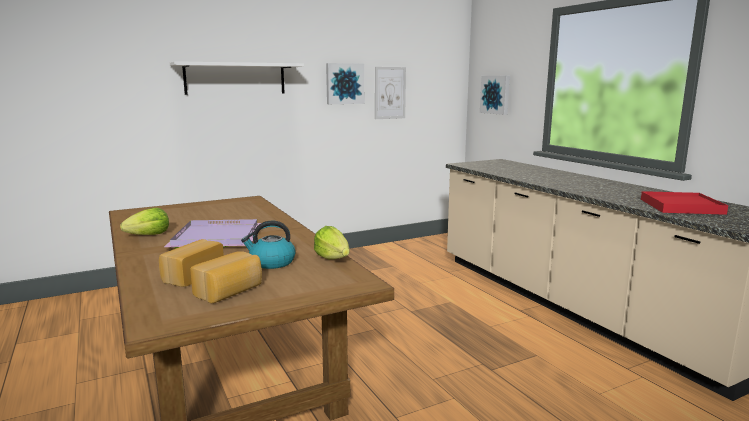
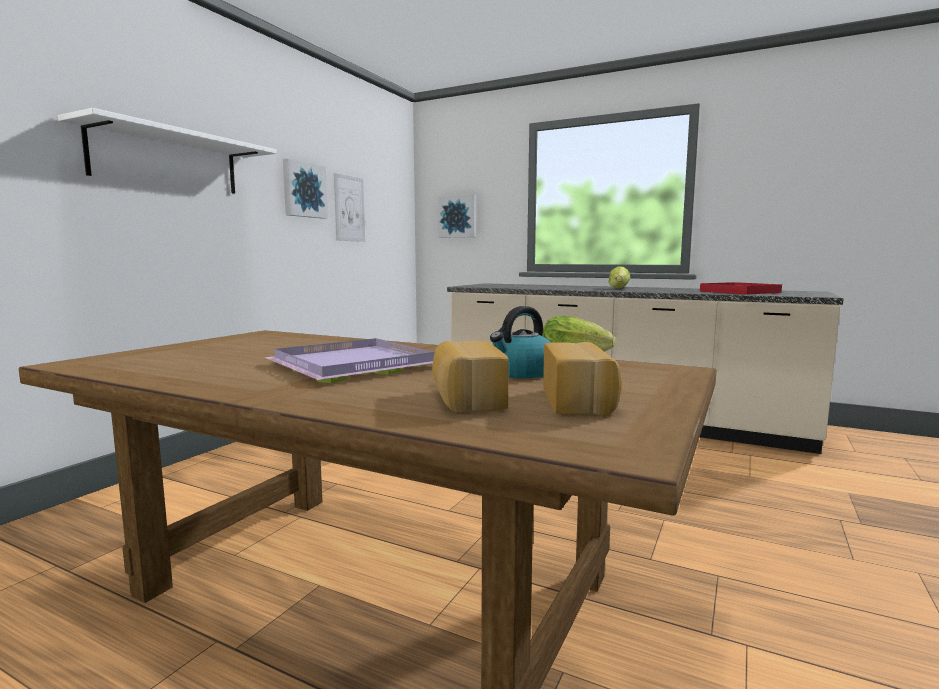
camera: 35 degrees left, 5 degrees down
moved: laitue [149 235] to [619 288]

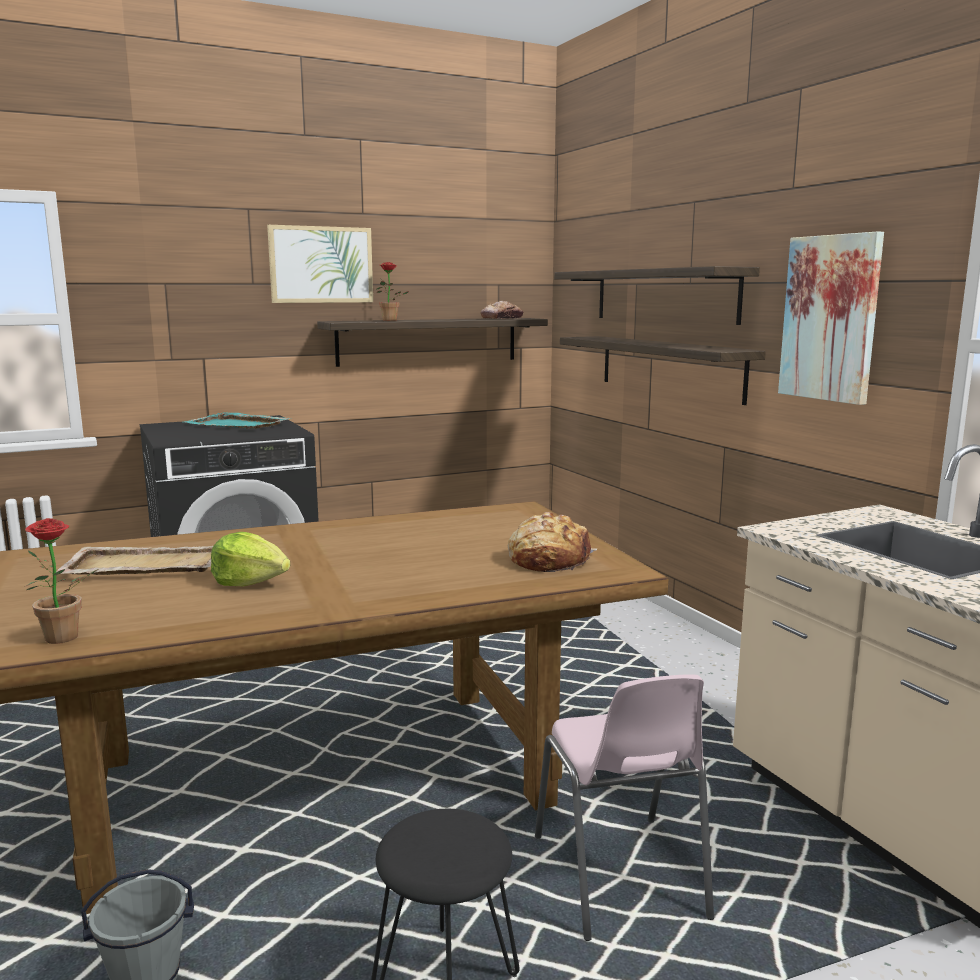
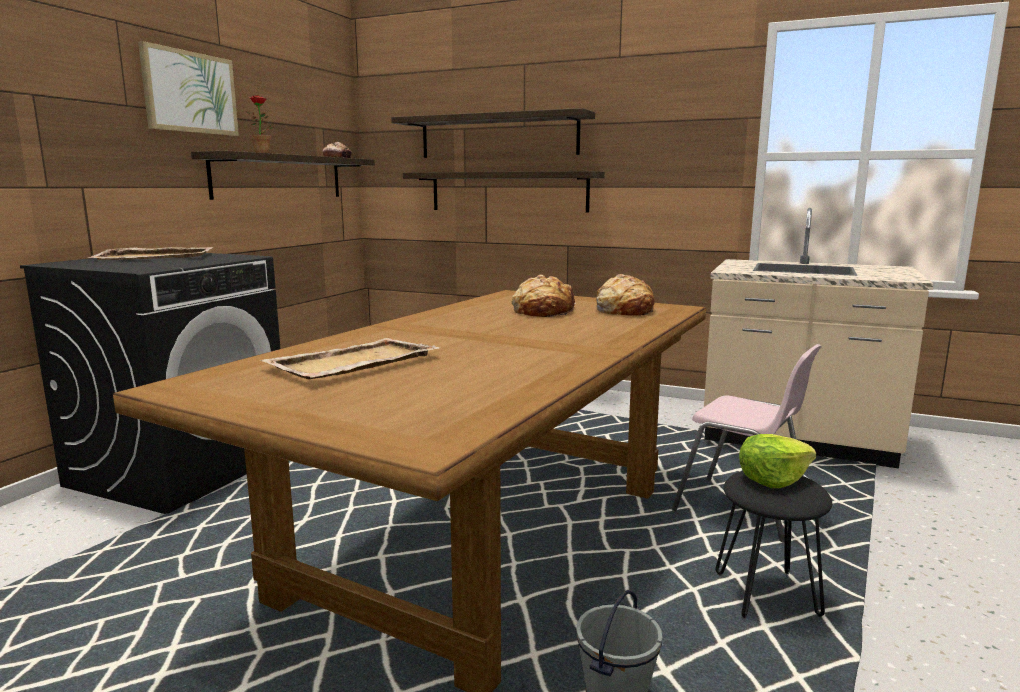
camera: 40 degrees left, 0 degrees up
removed: tableau [830 318]; plante en pot [63 640]
added: pain [543 311]
moved: laitue [250 582] to [773 479]
recoloured: plateau (turquoise) [238 424] to plateau (beige) [156 257]

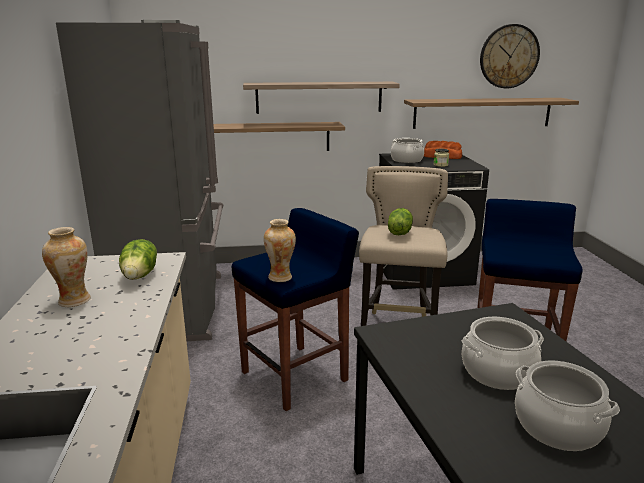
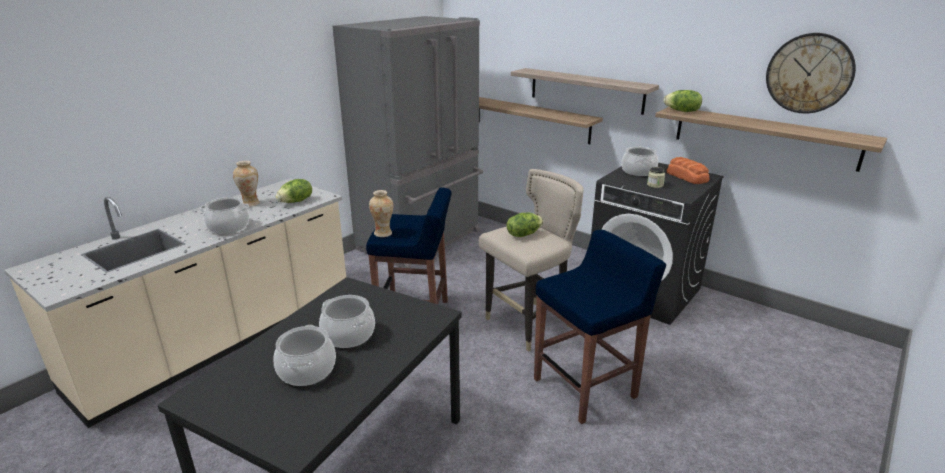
camera: 45 degrees right, 5 degrees up
added: laitue [682 111]; marmite [228 227]

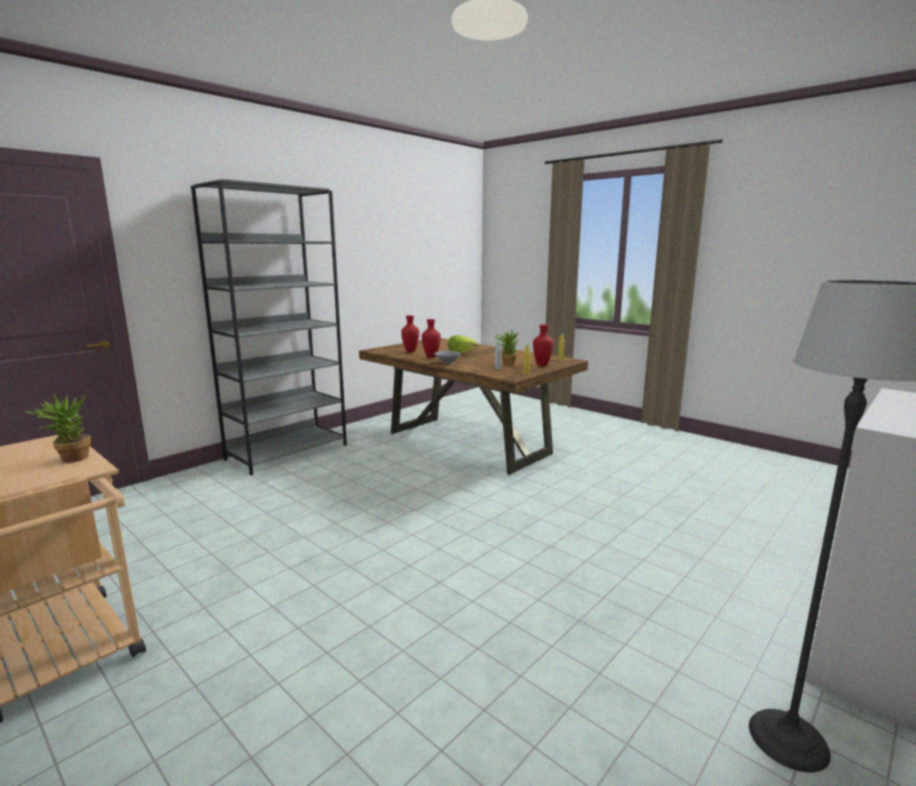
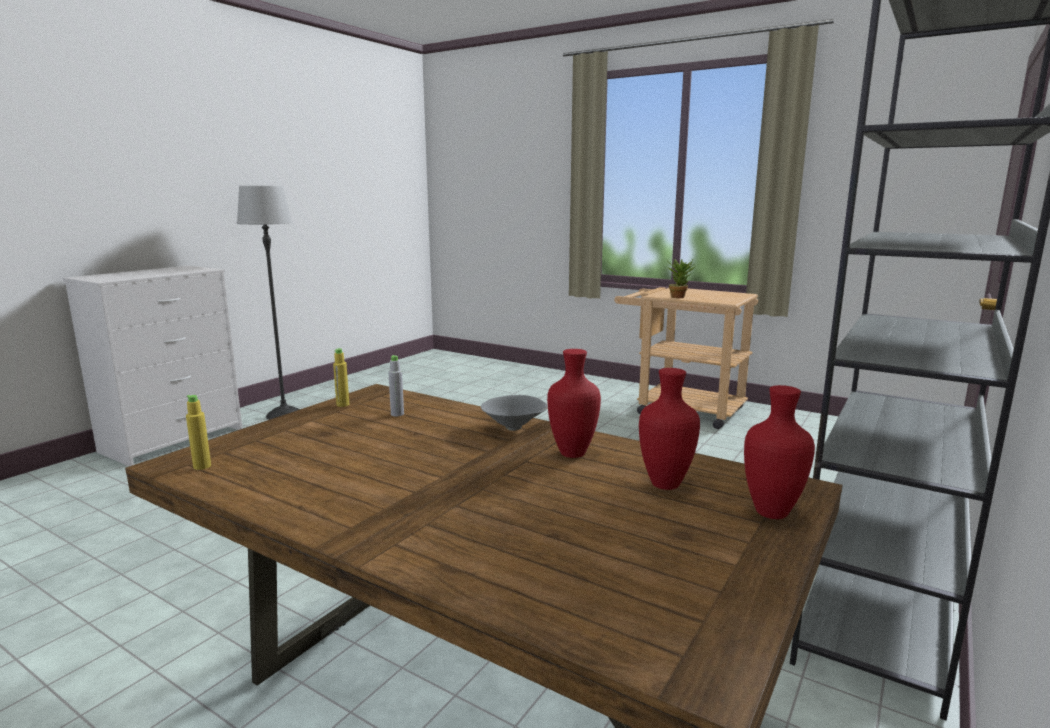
camera: 170 degrees right, 0 degrees up
removed: plante en pot [506 363]; laitue [461 353]
moved: vase (rouge) [542 365] to [772 514]

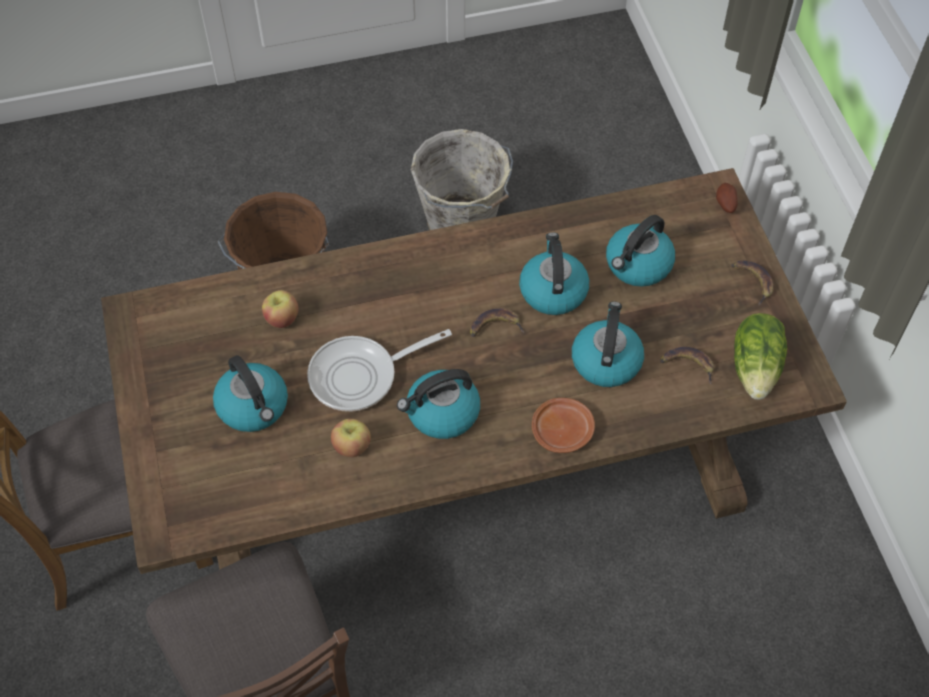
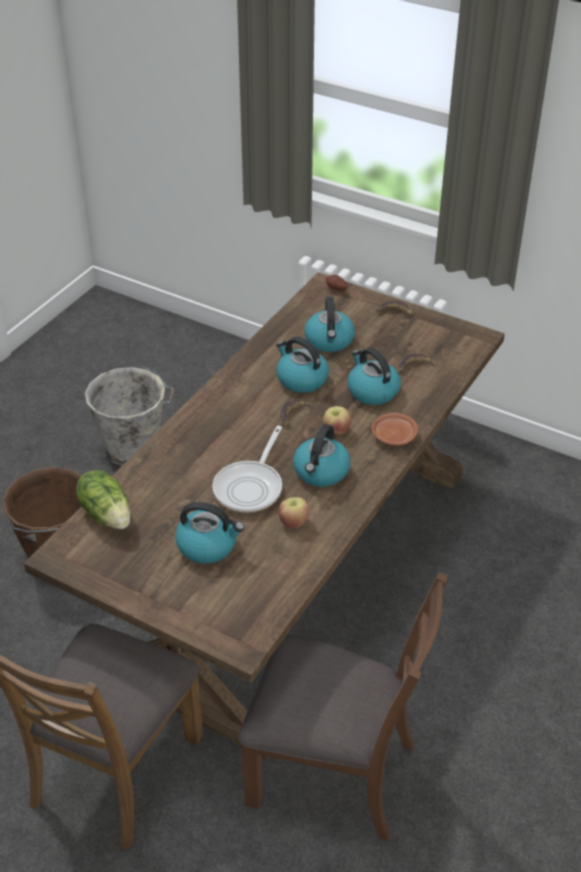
camera: 45 degrees left, 15 degrees down
moved: pomme [282 318] to [336 430]; laitue [756 368] to [107 514]

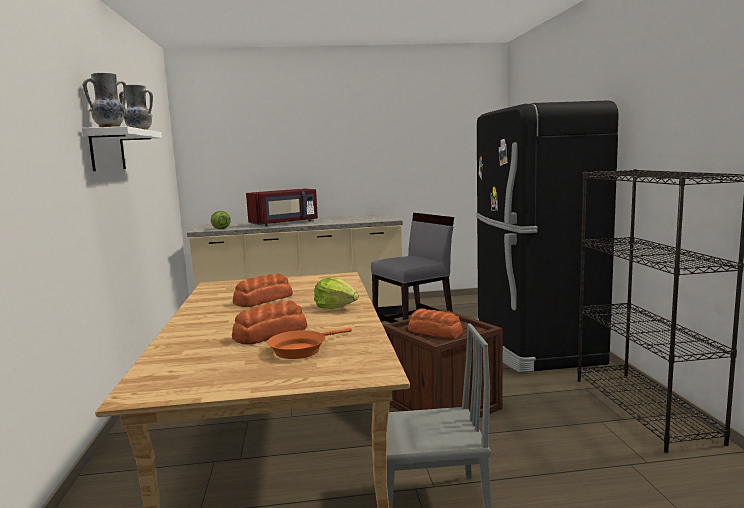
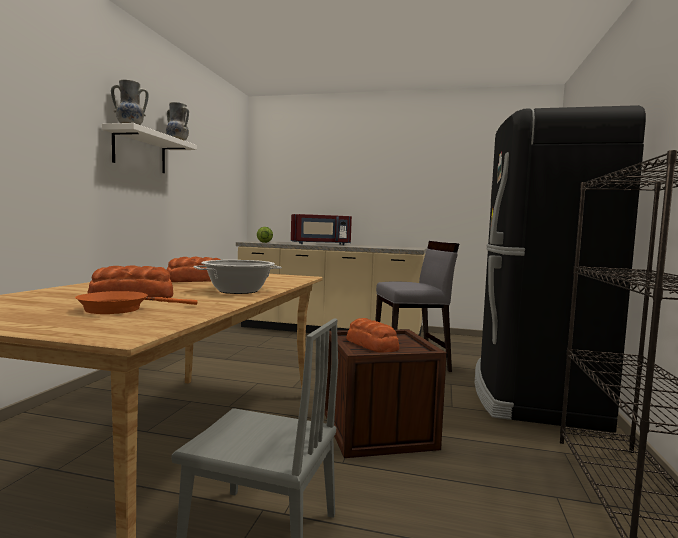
camera: 20 degrees right, 5 degrees down
replaced: laitue [336 307] to marmite [238 291]

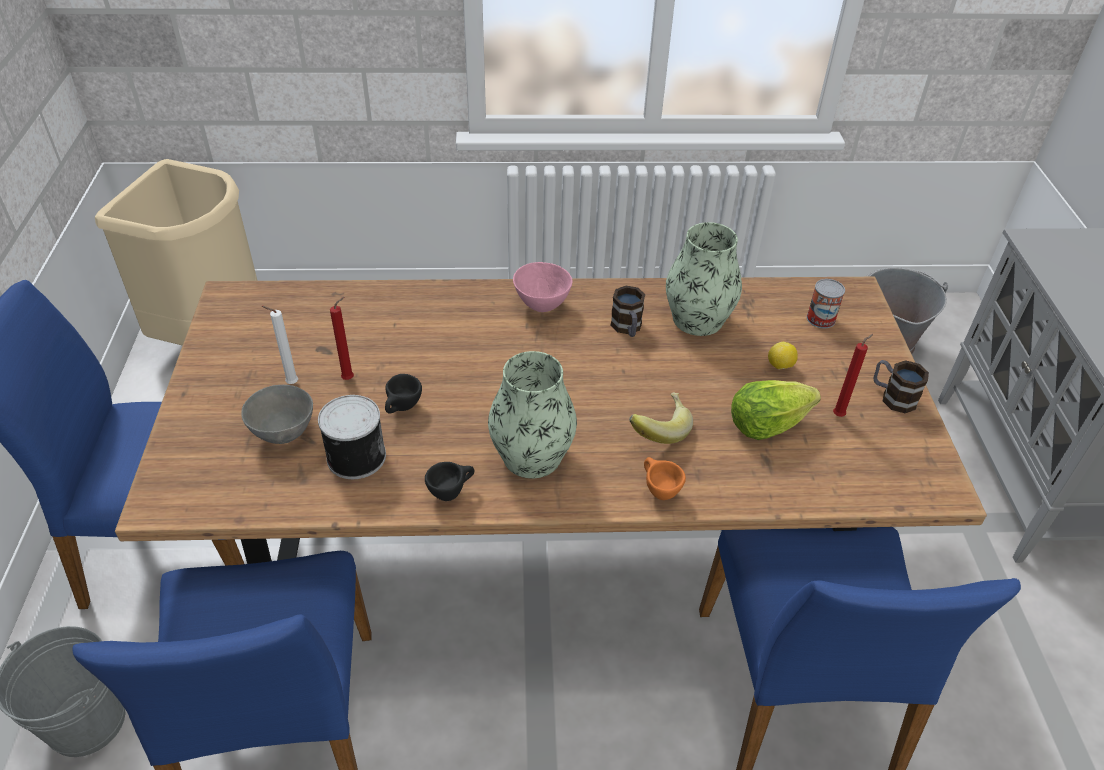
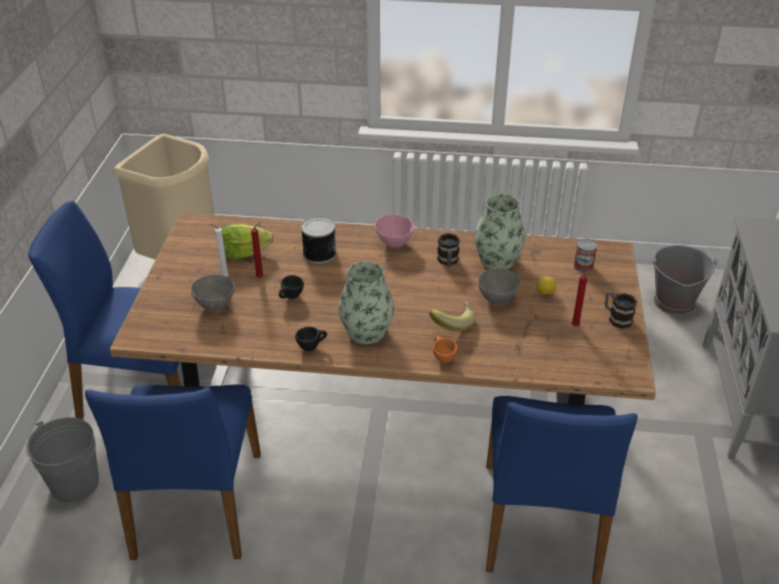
camera: 10 degrees right, 5 degrees down
added: bol (gris) [497 299]
moved: laitue [766 424] to [243 253]; boîte métallique [354 456] to [318 253]

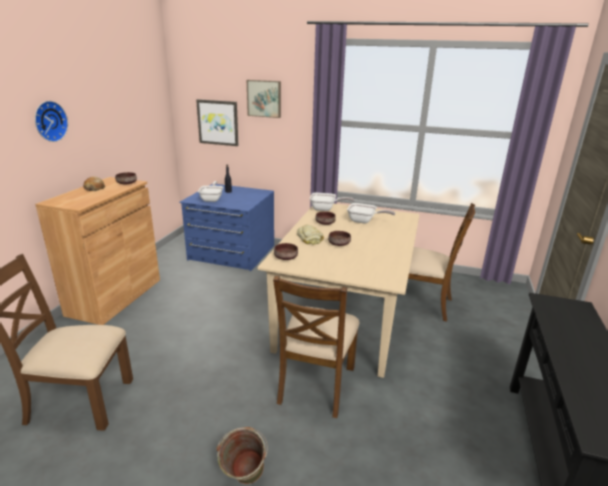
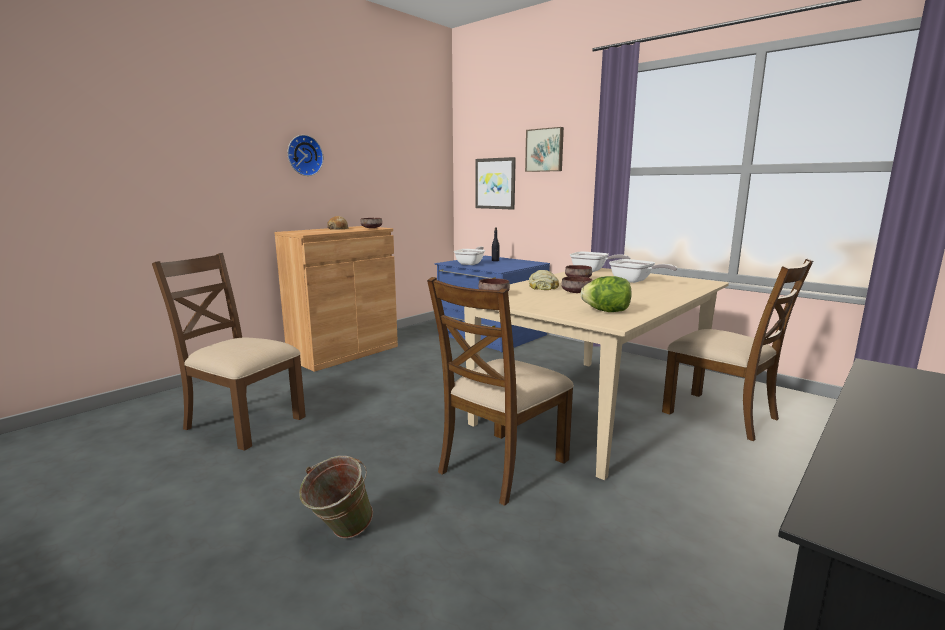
camera: 25 degrees right, 10 degrees down
added: laitue [606 311]

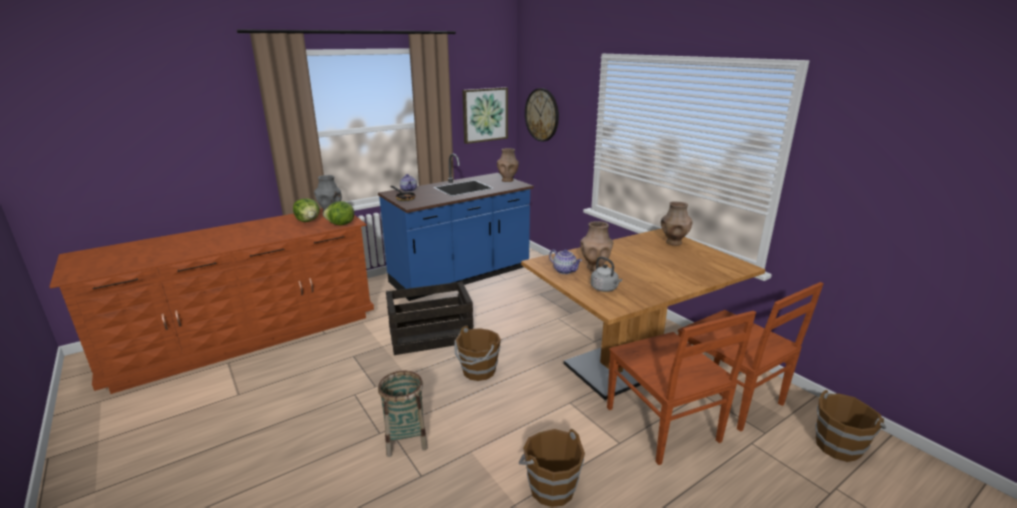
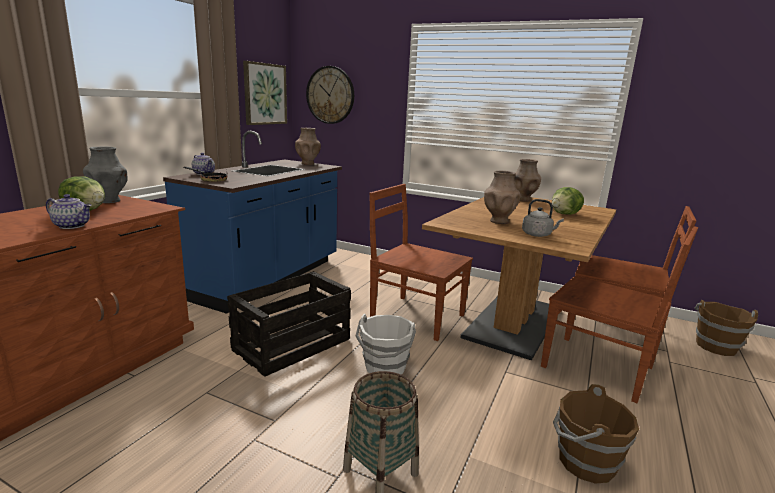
camera: 30 degrees left, 5 degrees down
added: chaise (marron) [415 316]
moved: laitue [340 224] to [565 214]; théière [565 271] to [73 226]
recoloured: seau (marron) [478 371] to seau (blanc) [385 367]

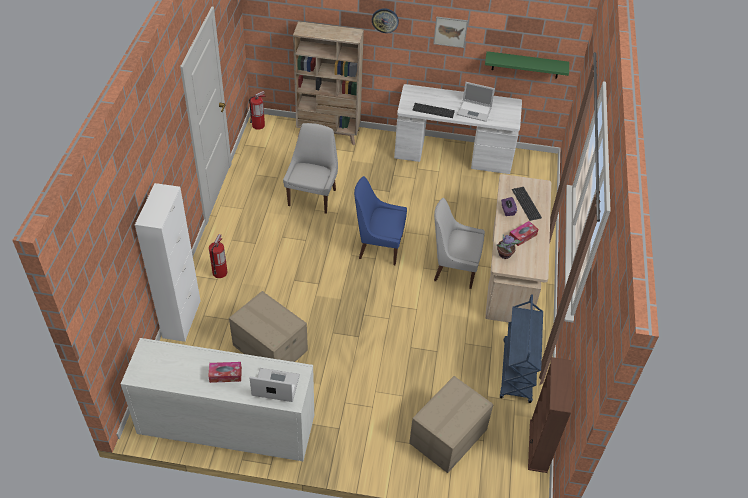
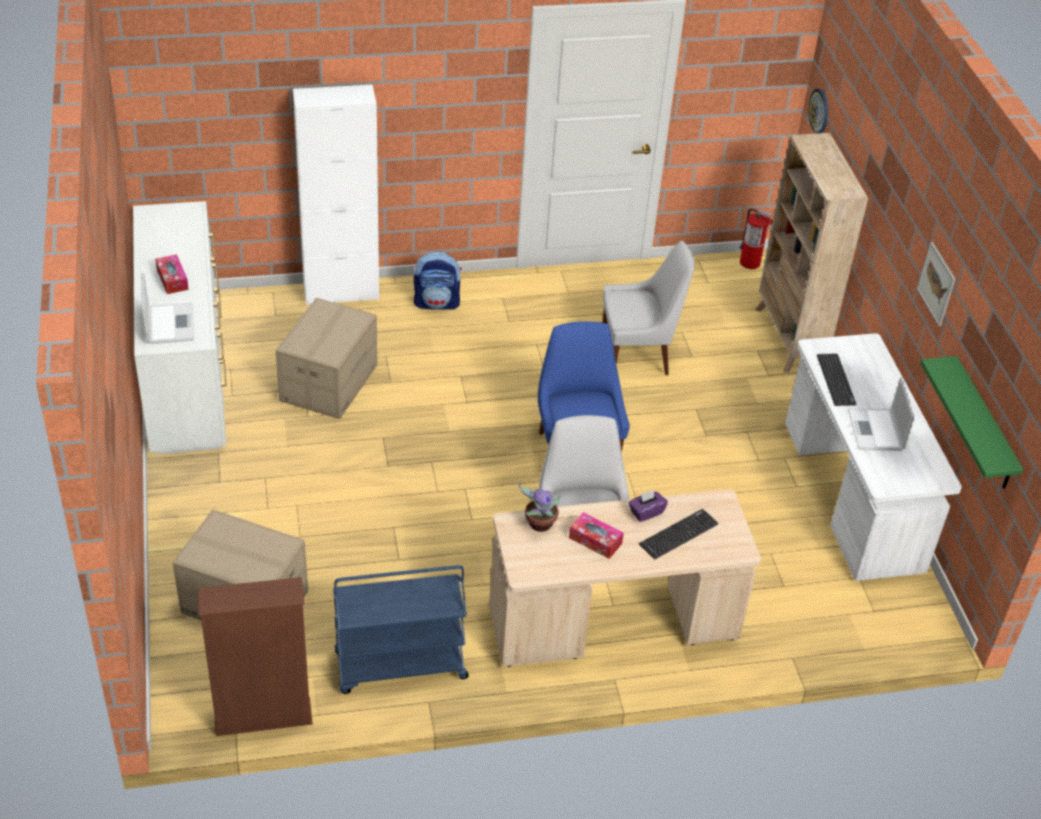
camera: 70 degrees right, 5 degrees down
moved: horloge murale [385 20] to [819 111]
replaced: extincteur [220 272] to sac à dos [437 303]

